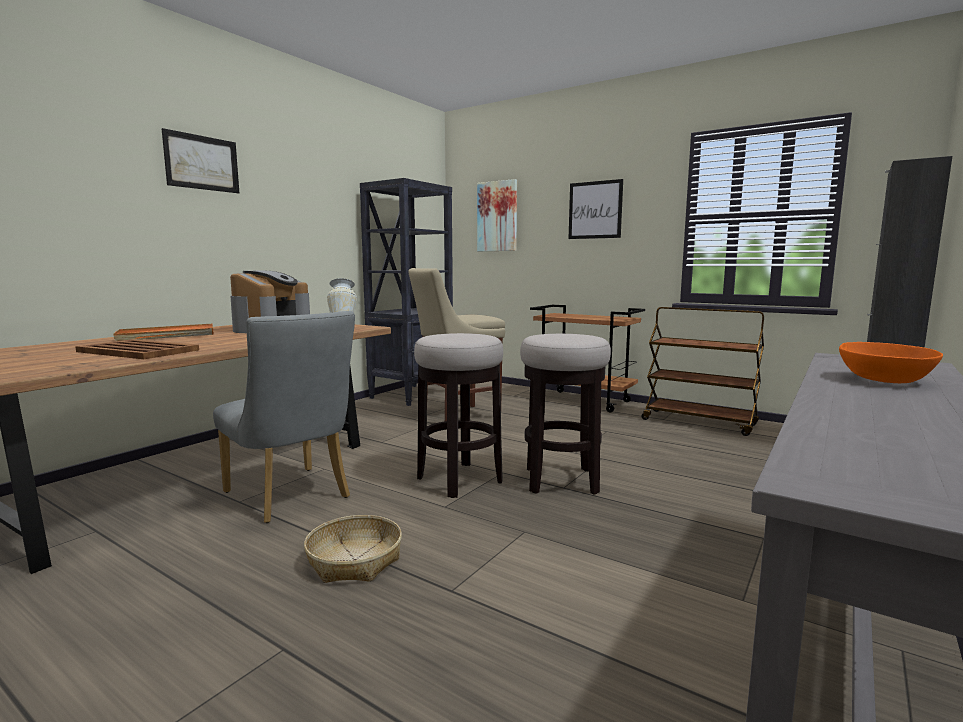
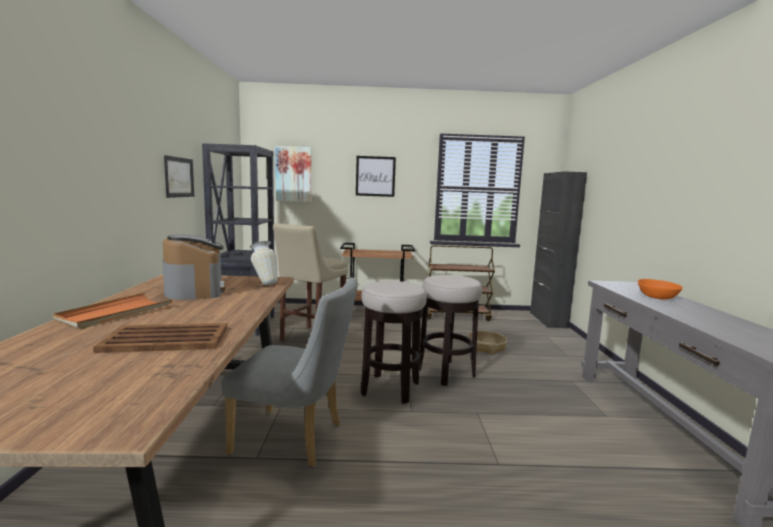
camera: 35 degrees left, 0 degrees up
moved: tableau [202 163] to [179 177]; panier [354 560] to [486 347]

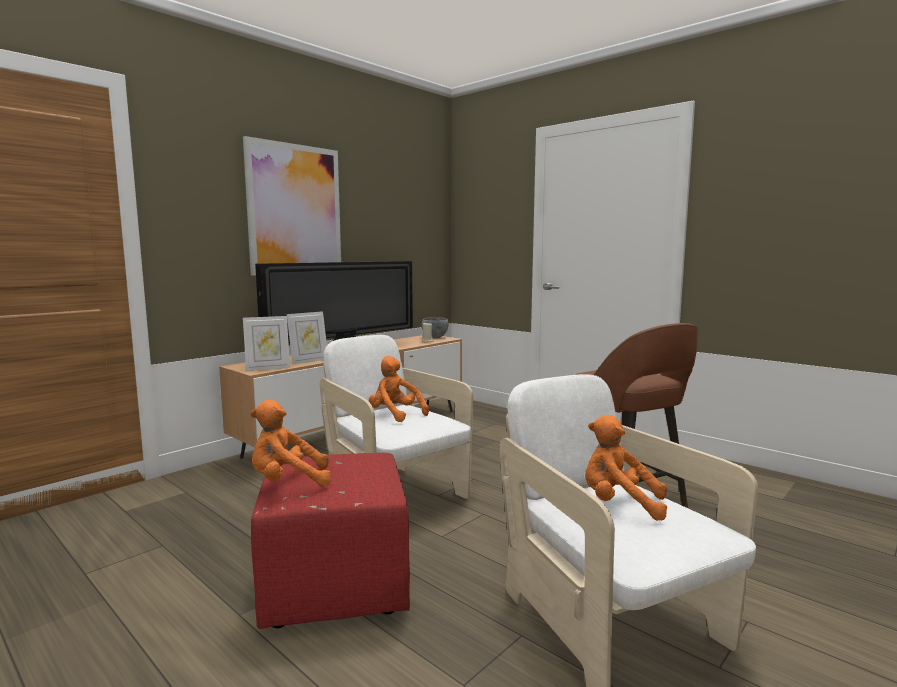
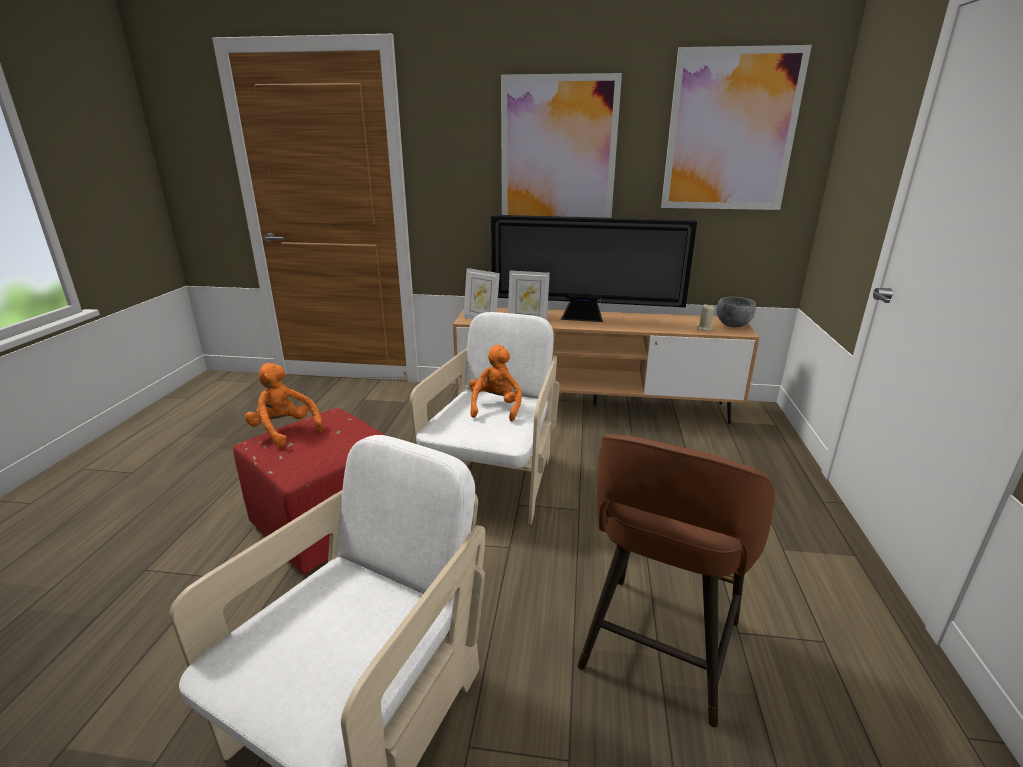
camera: 55 degrees right, 15 degrees up
removed: peluche (orange) [619 504]
added: tableau [730 131]

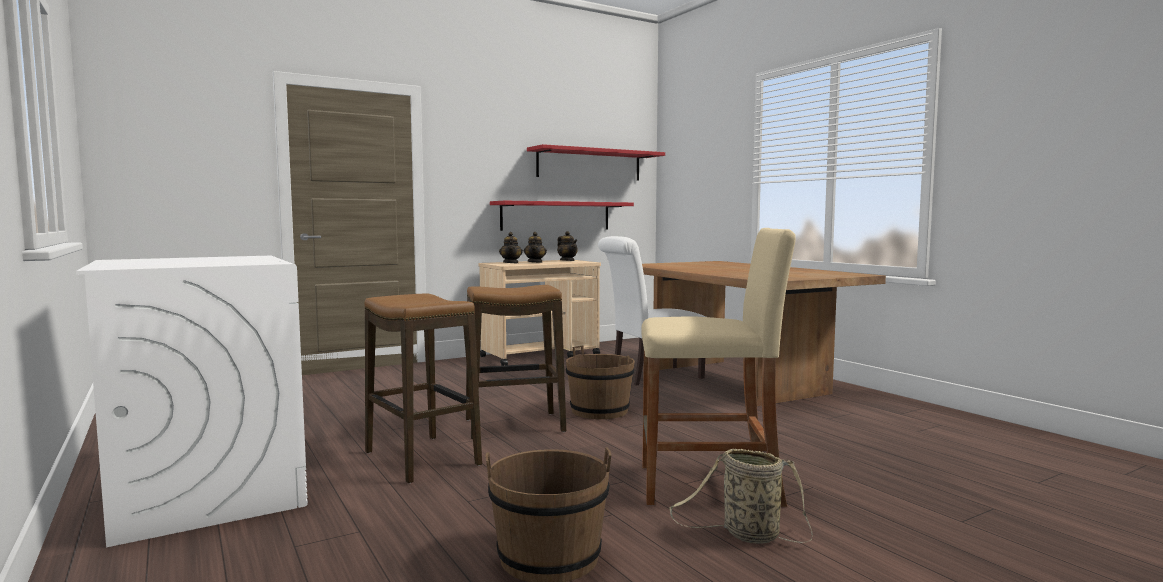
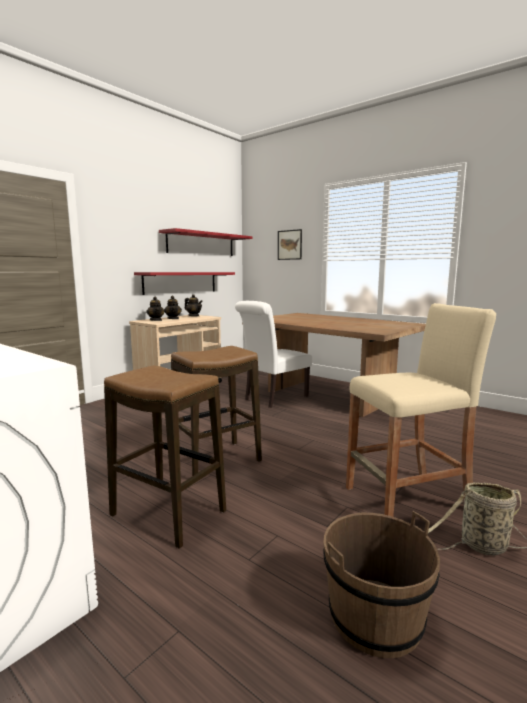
camera: 20 degrees left, 5 degrees up
removed: seau (marron) [599 411]
added: tableau [289 245]

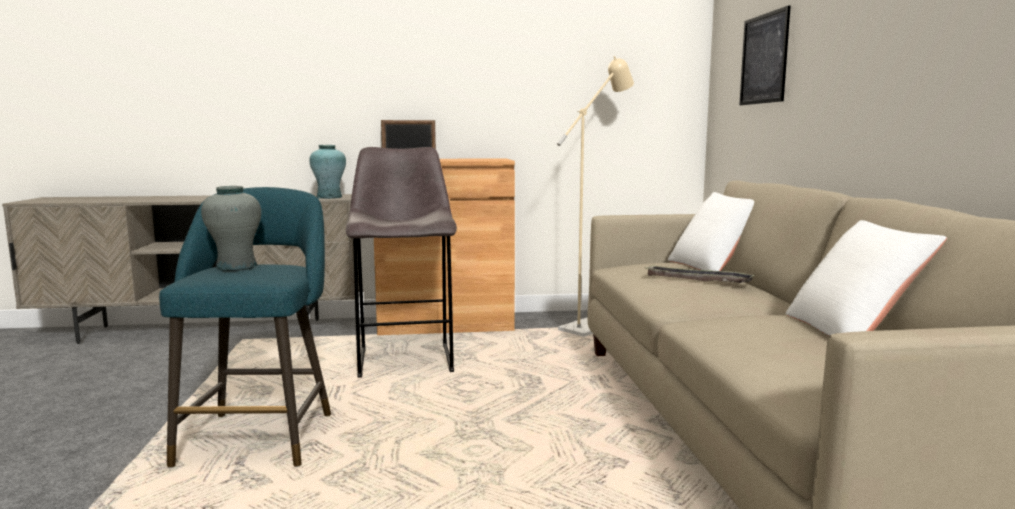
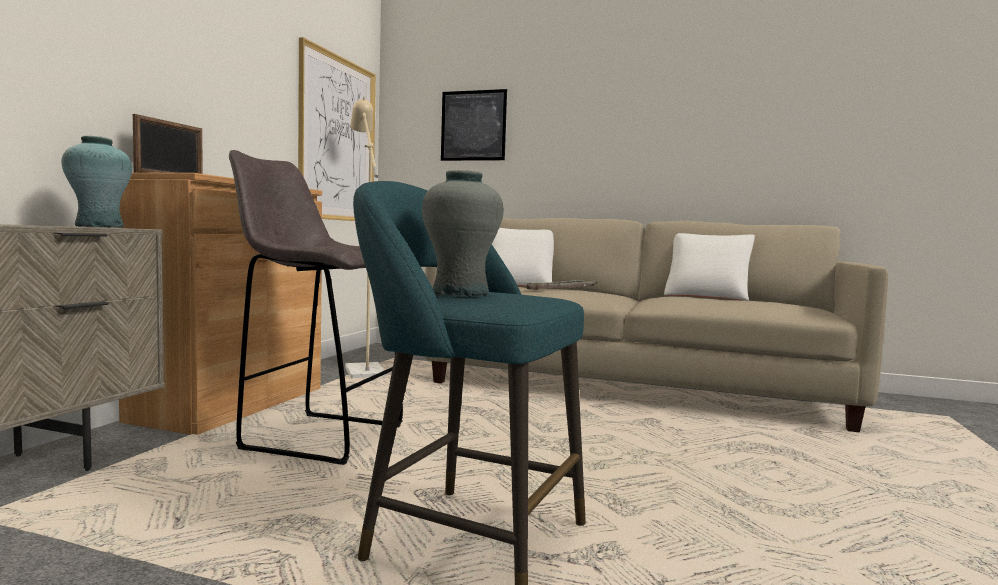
camera: 65 degrees left, 5 degrees down
added: tableau [338 139]

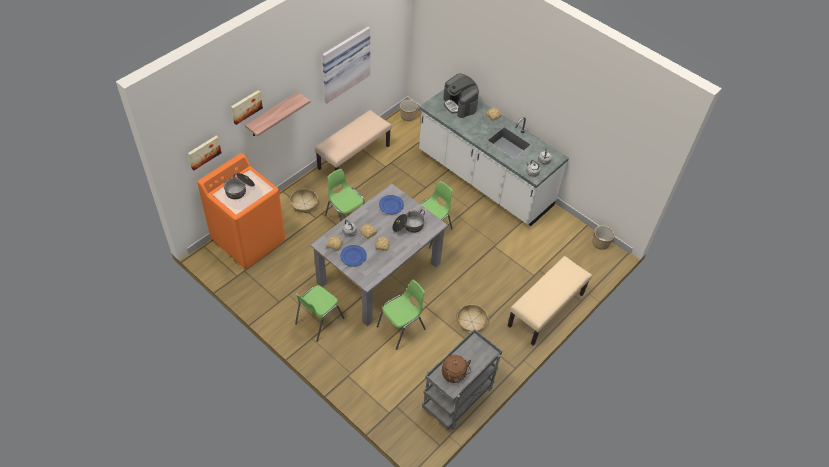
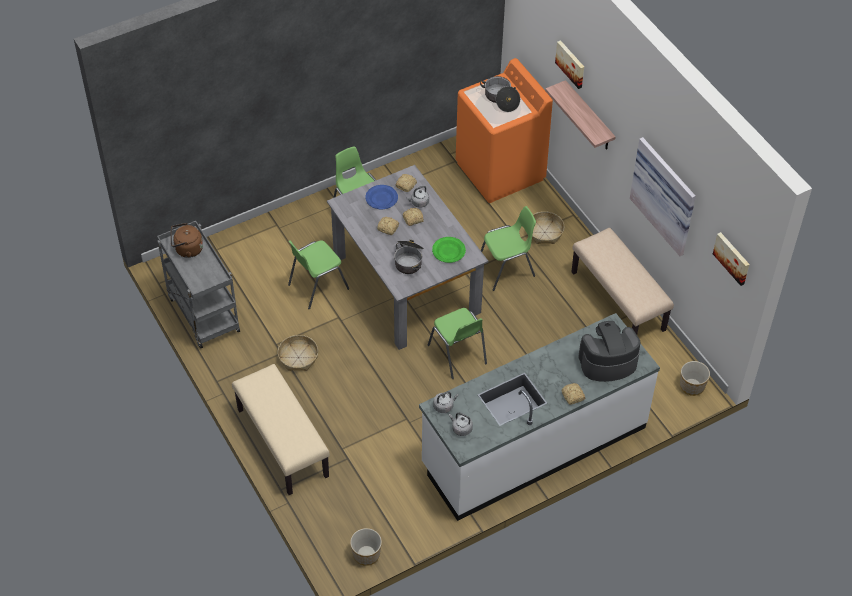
camera: 110 degrees right, 0 degrees up
moved: tableau [203 152] to [732 258]
recoloured: assiette (bleu) [391 205] to assiette (vert) [449 251]
turned: chaise (vert) [402 328] = [317 286] 75 degrees clockwise

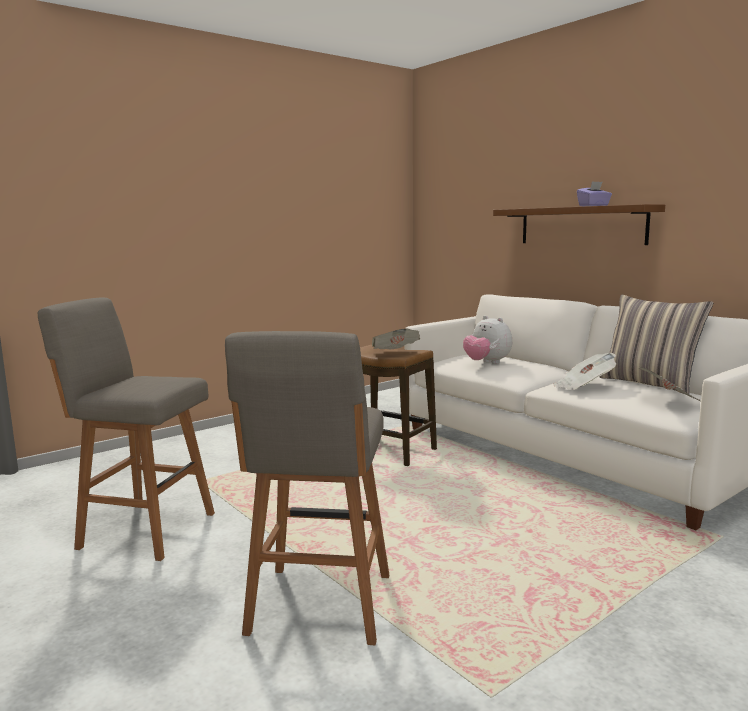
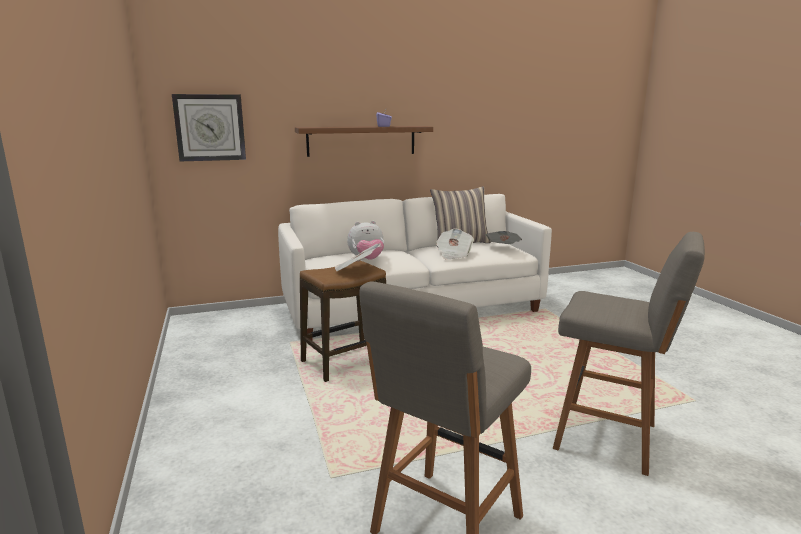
camera: 70 degrees left, 5 degrees up
added: horloge murale [210 127]

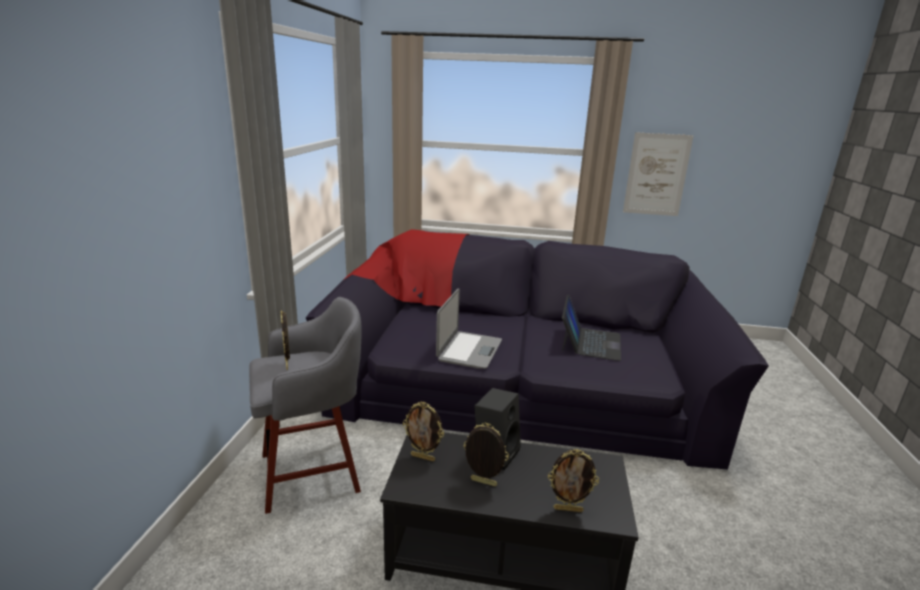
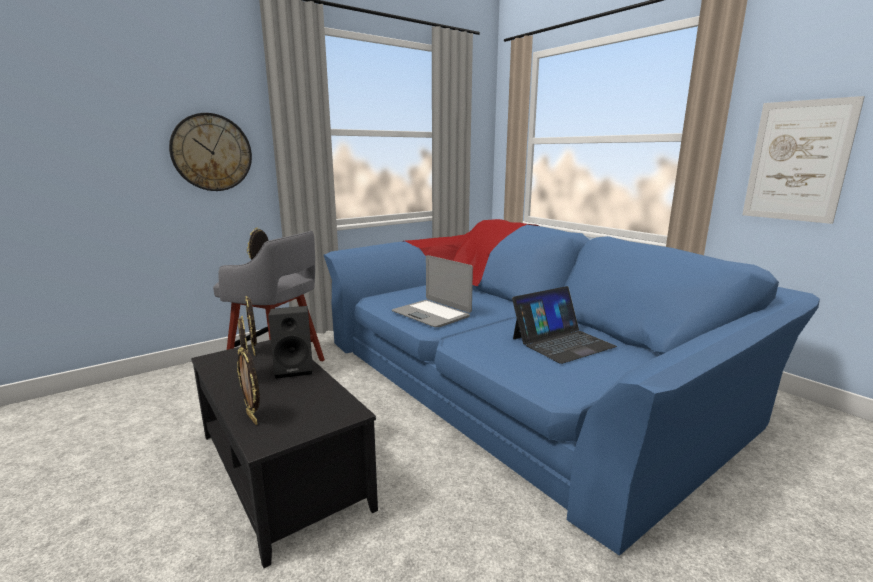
camera: 45 degrees right, 5 degrees down
added: horloge murale [211 152]
recoloured: canapé (noir) [519 373] to canapé (bleu) [525 371]
turned: ordinateur portable [469 350] = [431 314] 75 degrees clockwise

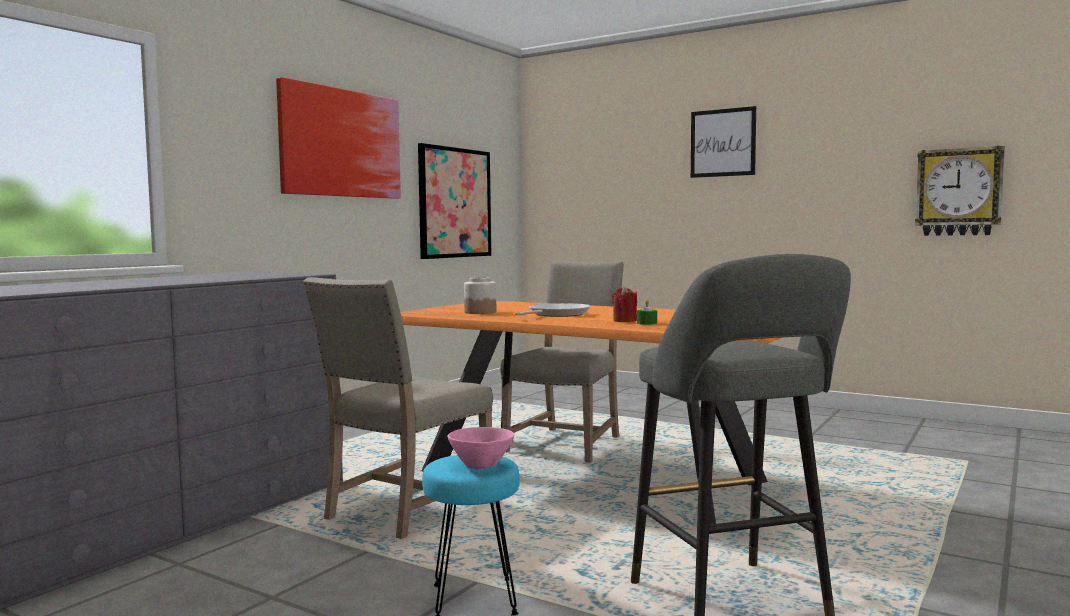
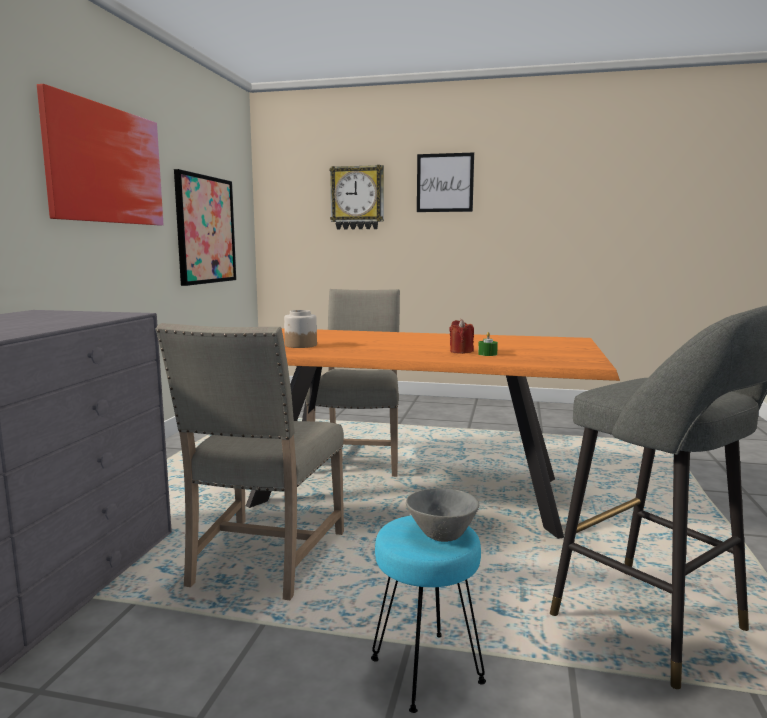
camera: 20 degrees left, 5 degrees up
removed: poêle [556 314]
moved: horloge murale [959 192] to [357 198]
recoloured: bol (rose) [483 465] to bol (gris) [443 533]

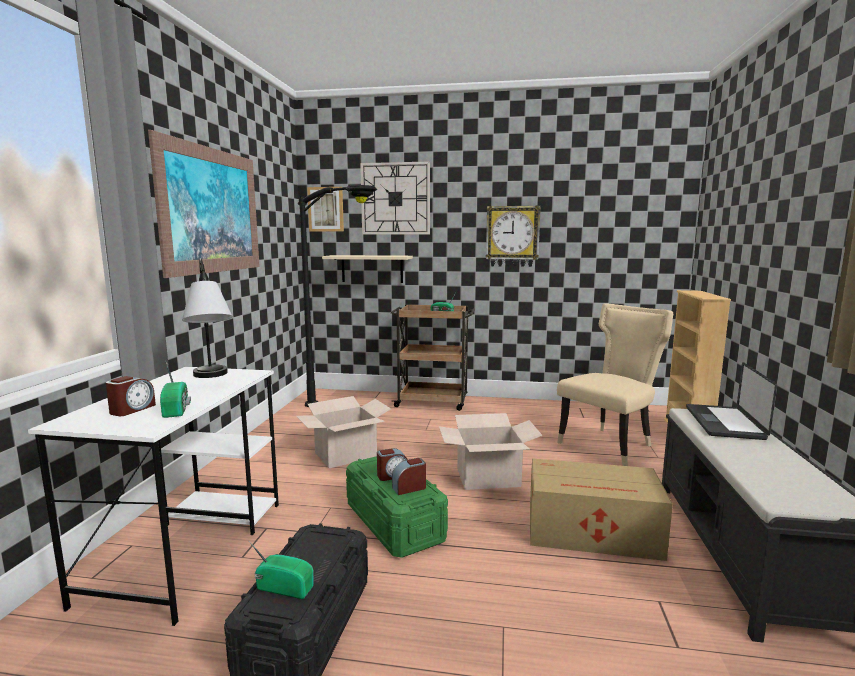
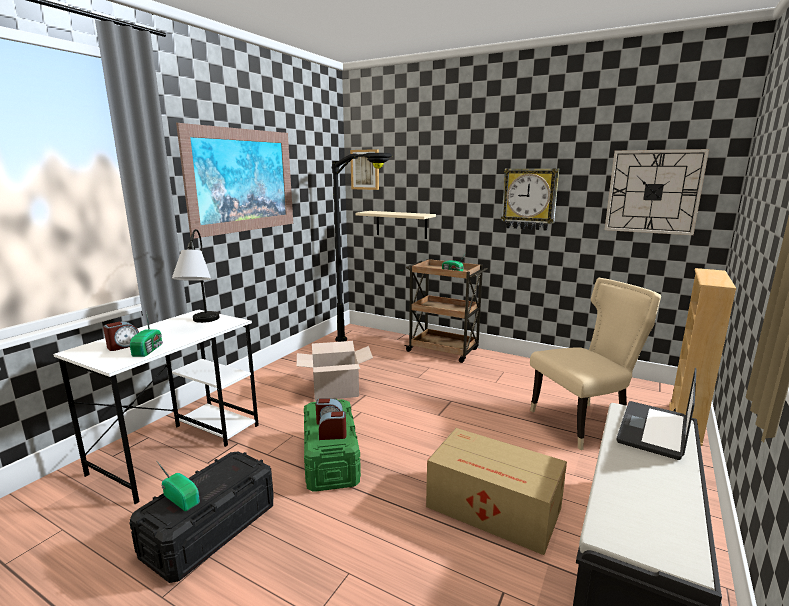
camera: 20 degrees right, 5 degrees up
removed: carton [488 477]
moved: horloge murale [395 199] to [653 192]

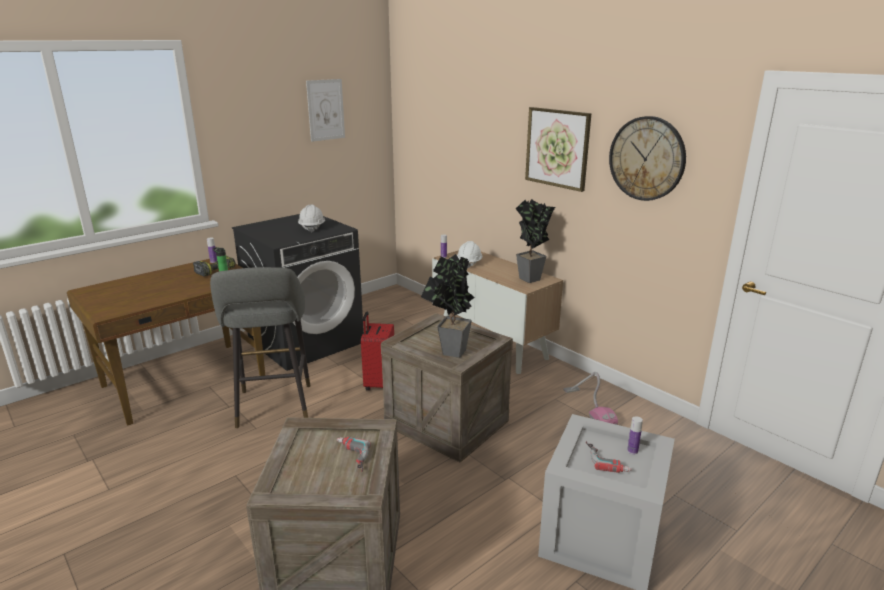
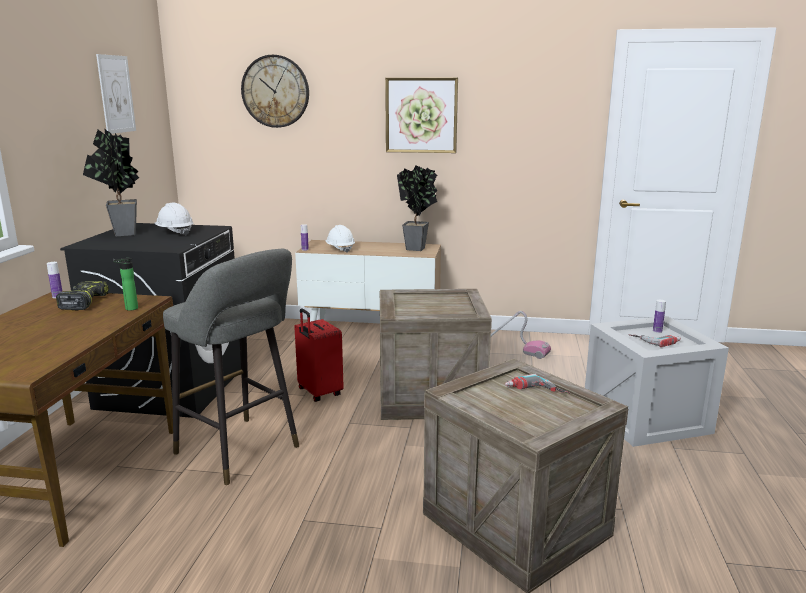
camera: 40 degrees left, 5 degrees down
moved: horloge murale [647 158] to [275 91]; plante en pot [450 353] to [123 234]

